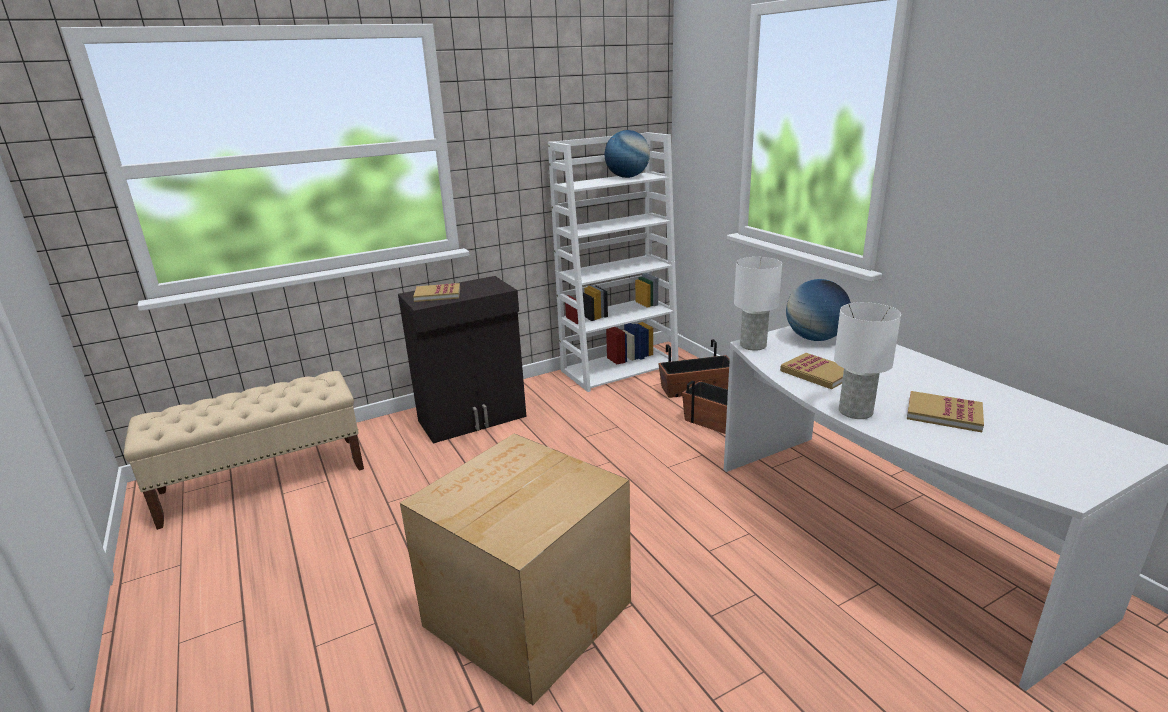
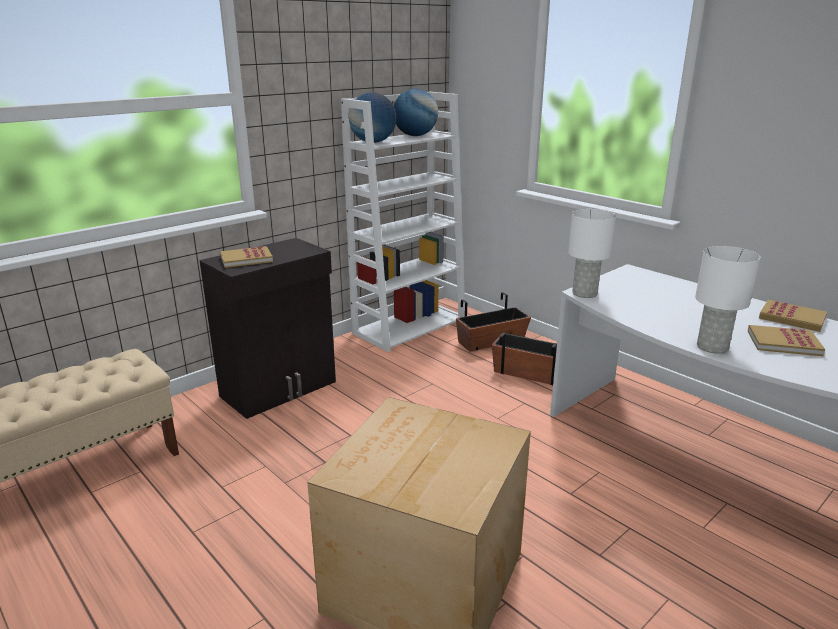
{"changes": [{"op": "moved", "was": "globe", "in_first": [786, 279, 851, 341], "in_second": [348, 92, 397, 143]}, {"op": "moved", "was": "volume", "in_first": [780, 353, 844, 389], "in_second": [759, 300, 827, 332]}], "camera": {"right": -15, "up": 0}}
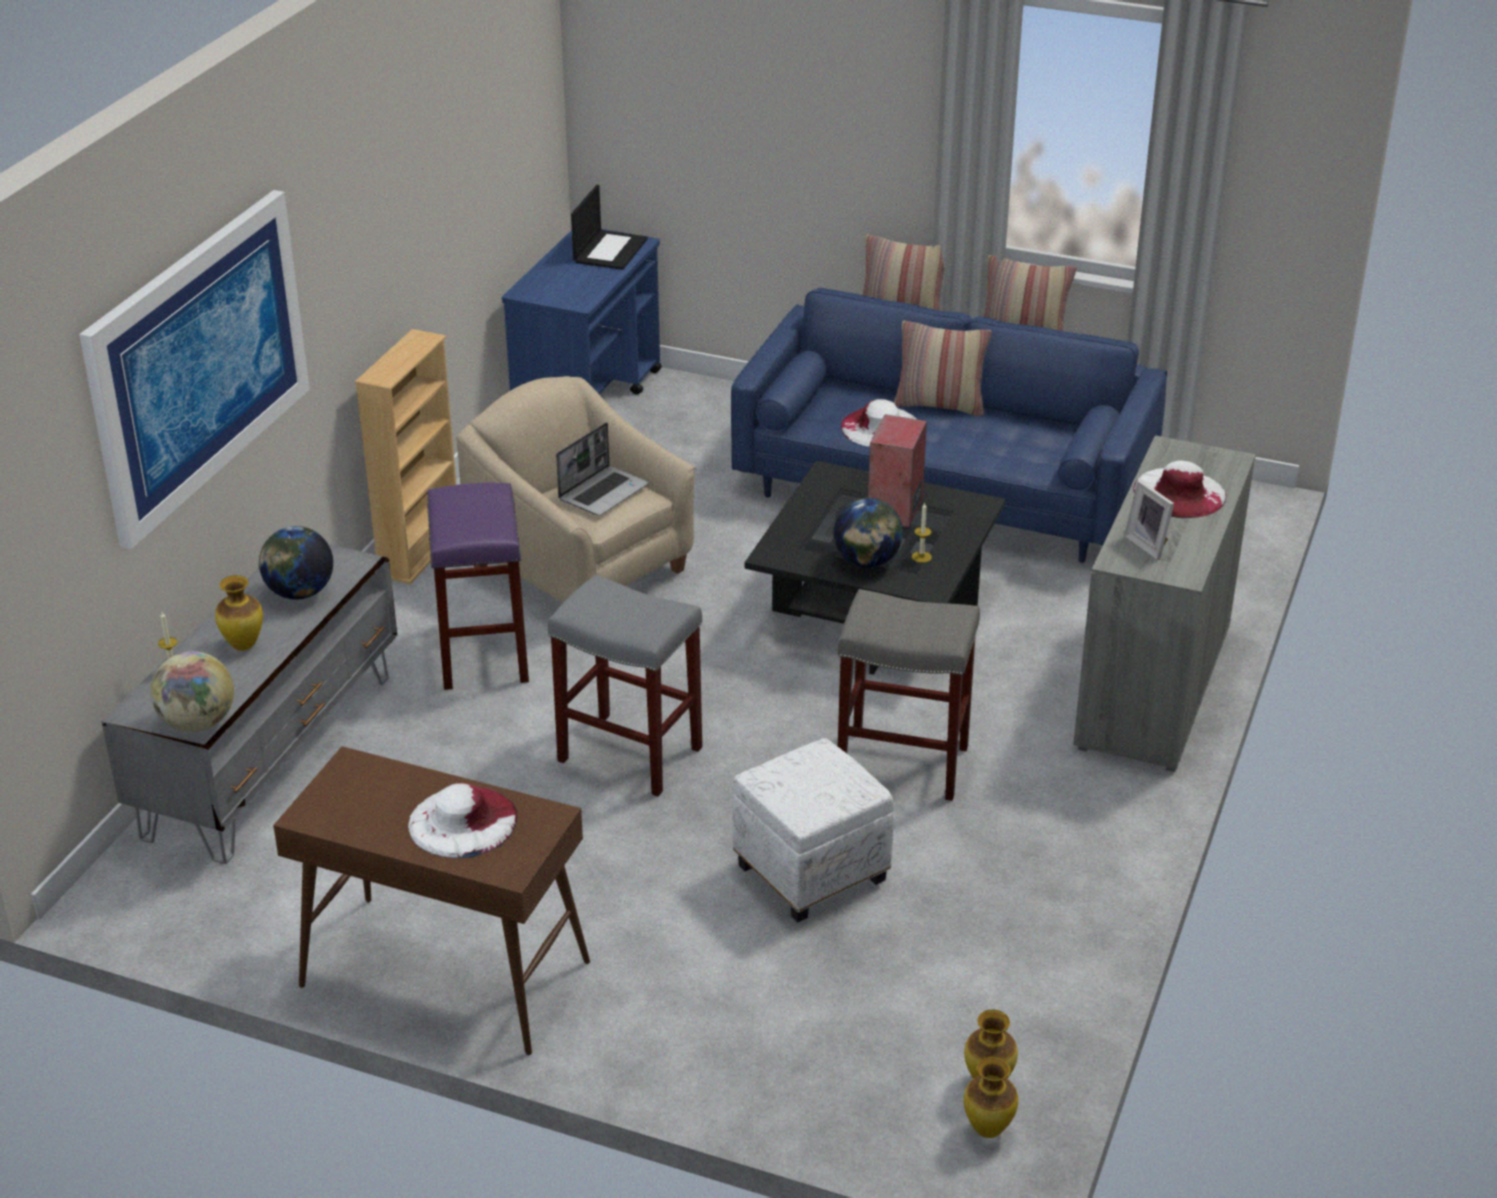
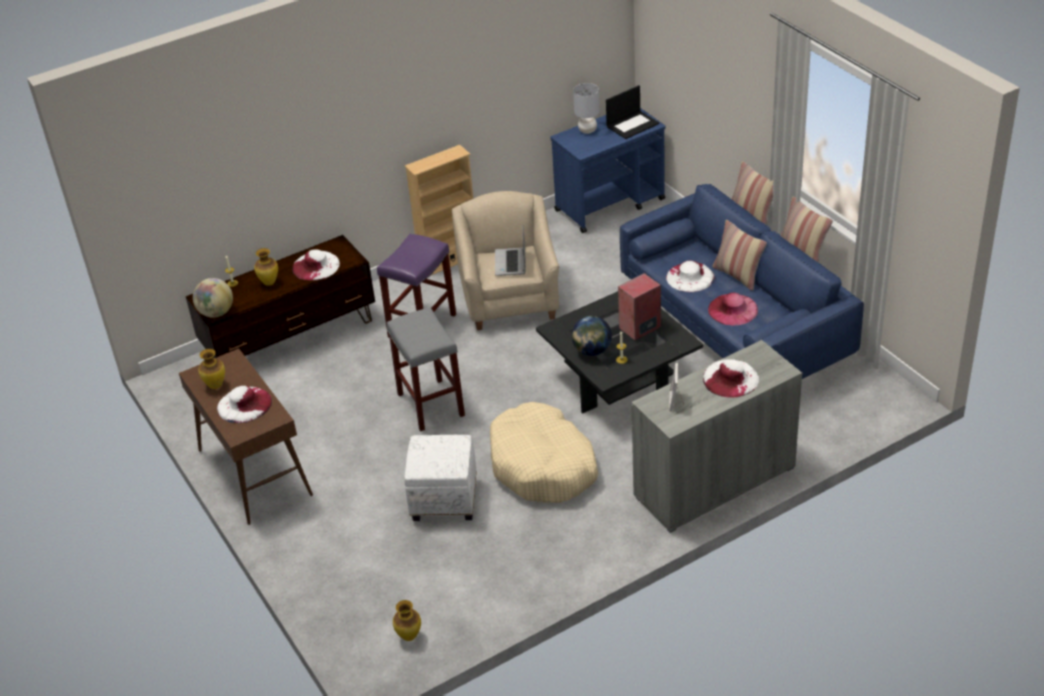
{"changes": [{"op": "removed", "was": "wall art", "in_first": [79, 190, 310, 549]}, {"op": "turned", "was": "portable computer", "in_first": [556, 422, 649, 516], "in_second": [495, 227, 526, 276], "clockwise": 105}, {"op": "replaced", "was": "globe", "now": "hat (whitish)", "in_first": [259, 526, 333, 599], "in_second": [292, 249, 340, 280]}, {"op": "recoloured", "was": "tv stand (gray)", "now": "tv stand (brown-coloured)", "in_first": [101, 544, 397, 864], "in_second": [186, 235, 375, 358]}, {"op": "replaced", "was": "stool seat (gray)", "now": "dog cushion (beige)", "in_first": [838, 589, 980, 801], "in_second": [490, 402, 598, 503]}, {"op": "moved", "was": "vase", "in_first": [964, 1056, 1018, 1138], "in_second": [198, 349, 225, 389]}, {"op": "added", "now": "tabletop lamp (gray)", "in_second": [573, 83, 600, 134]}, {"op": "added", "now": "hat (pinkish)", "in_second": [708, 293, 758, 326]}], "camera": {"right": 40, "up": 5}}
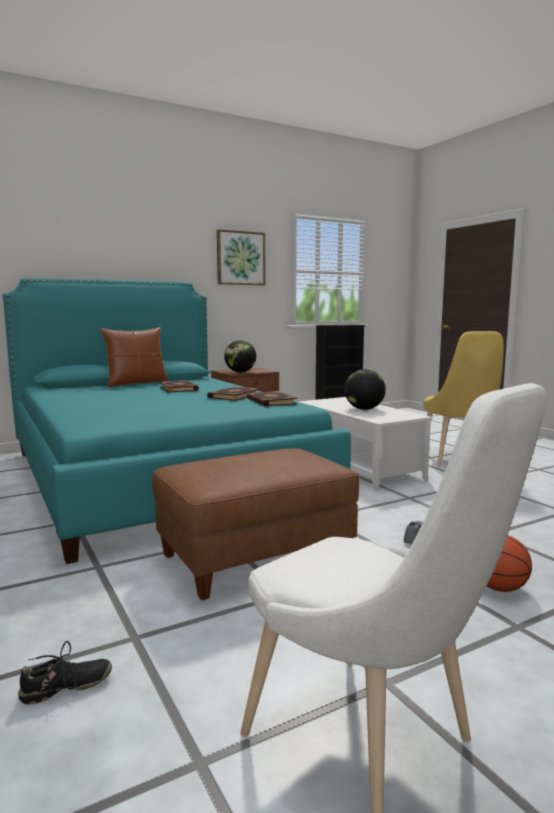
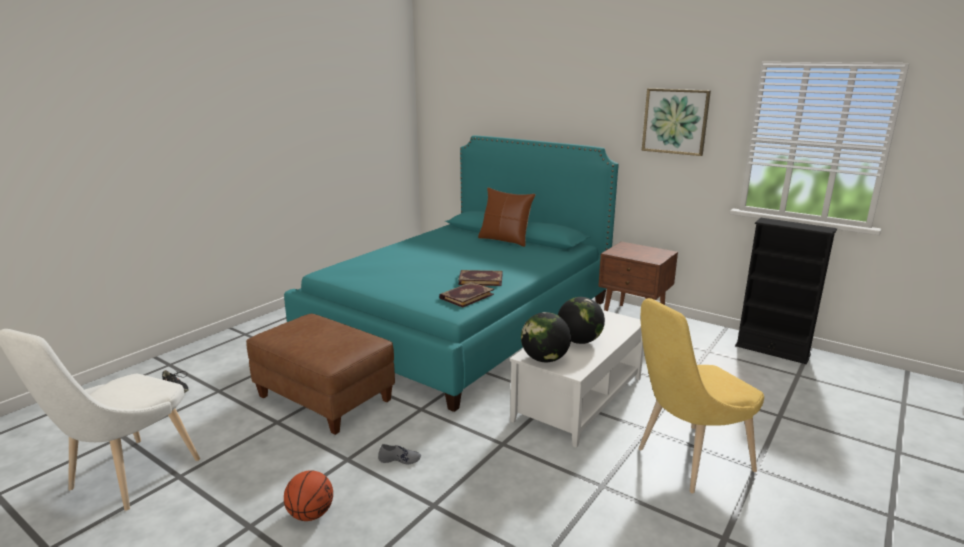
{"changes": [{"op": "moved", "was": "globe", "in_first": [224, 340, 256, 372], "in_second": [521, 312, 571, 362]}, {"op": "removed", "was": "volume", "in_first": [160, 380, 199, 393]}], "camera": {"right": 65, "up": 10}}
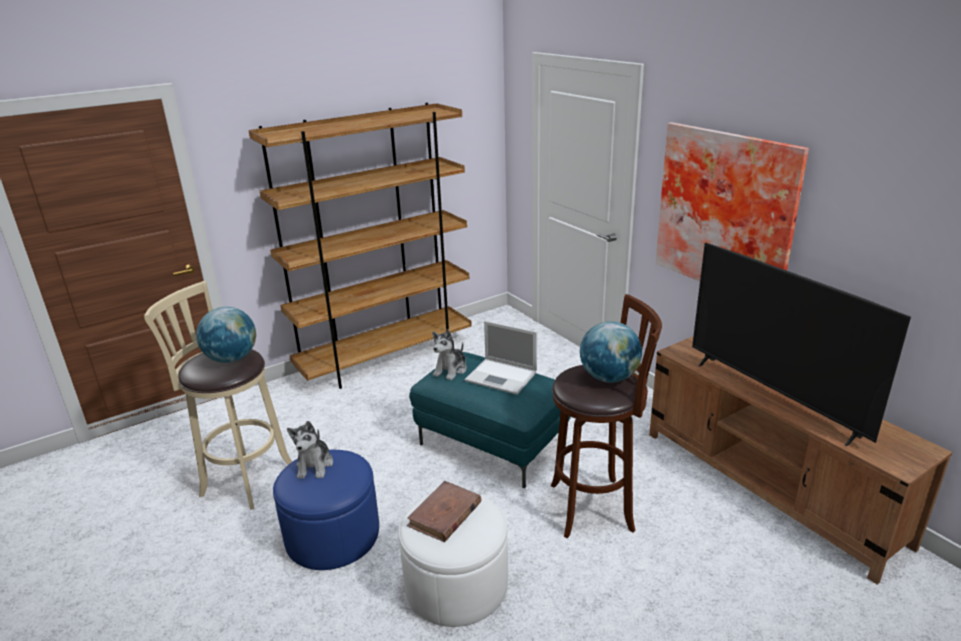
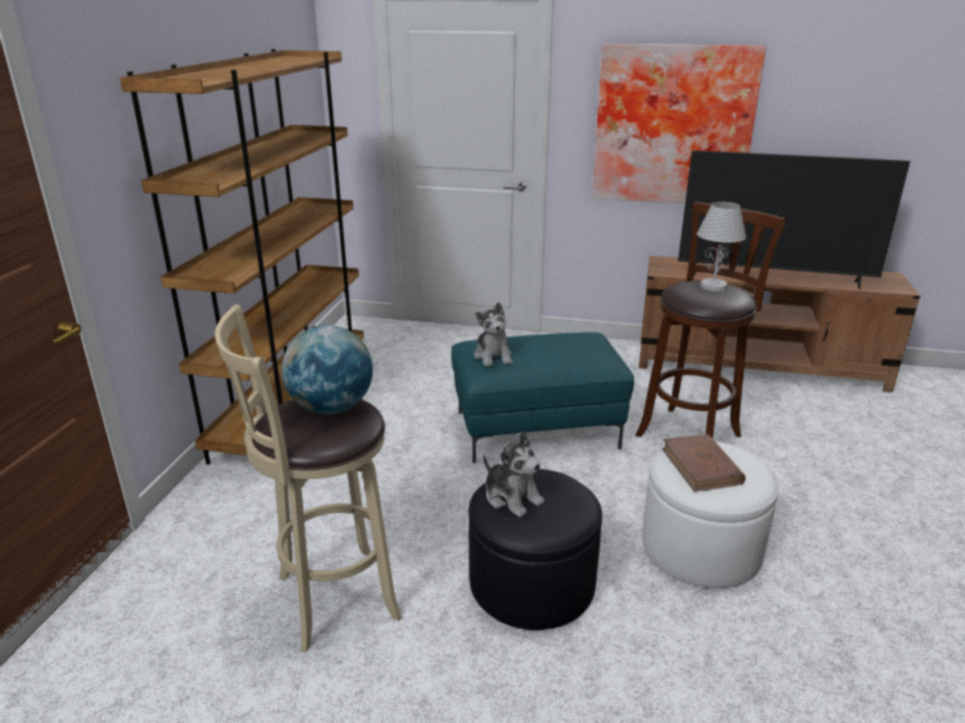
{"changes": [{"op": "removed", "was": "portable computer", "in_first": [464, 321, 537, 395]}, {"op": "replaced", "was": "globe", "now": "tabletop lamp (whitish)", "in_first": [580, 321, 642, 383], "in_second": [697, 202, 746, 291]}, {"op": "recoloured", "was": "ottoman (blue-coloured)", "now": "ottoman (black-coloured)", "in_first": [273, 450, 379, 570], "in_second": [468, 469, 602, 630]}], "camera": {"right": -45, "up": 0}}
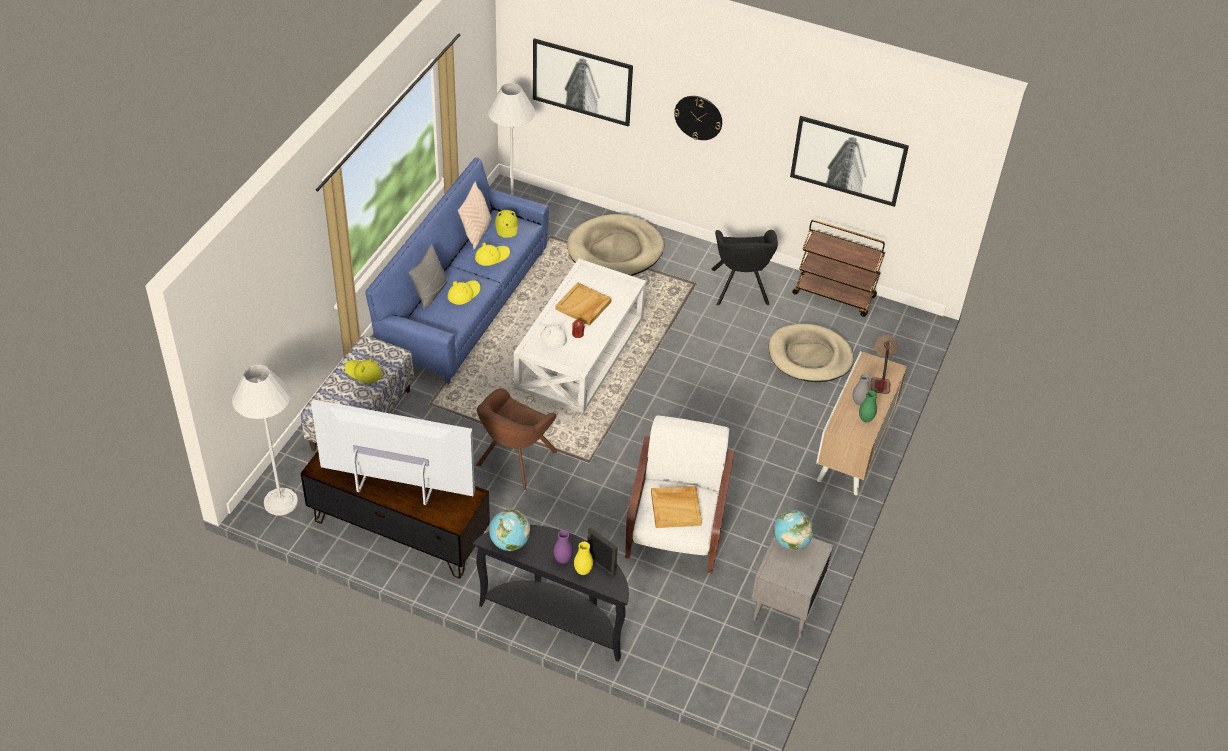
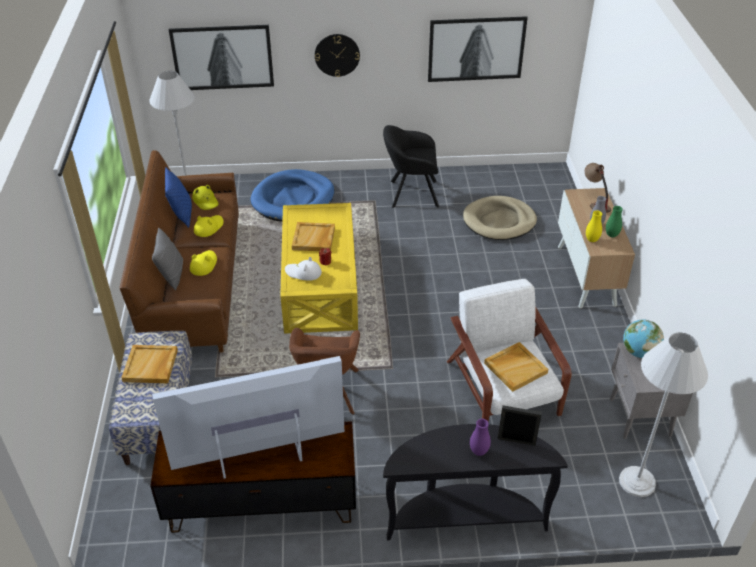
{"changes": [{"op": "recoloured", "was": "sofa (blue-coloured)", "now": "sofa (brown-coloured)", "in_first": [365, 157, 549, 384], "in_second": [120, 150, 239, 352]}, {"op": "recoloured", "was": "pillow (beige)", "now": "pillow (blue-coloured)", "in_first": [458, 181, 491, 249], "in_second": [165, 167, 192, 228]}, {"op": "recoloured", "was": "dog cushion (beige)", "now": "dog cushion (blue-coloured)", "in_first": [567, 214, 664, 276], "in_second": [251, 169, 334, 222]}, {"op": "removed", "was": "cart (brown-coloured)", "in_first": [792, 220, 885, 317]}, {"op": "turned", "was": "armchair (black-coloured)", "in_first": [711, 230, 778, 306], "in_second": [383, 125, 439, 208], "clockwise": 120}, {"op": "recoloured", "was": "lounge table (whitish)", "now": "lounge table (yellow-coloured)", "in_first": [514, 259, 646, 413], "in_second": [280, 203, 358, 334]}, {"op": "replaced", "was": "hat (yellow-coloured)", "now": "serving tray (beige)", "in_first": [345, 358, 382, 383], "in_second": [121, 345, 178, 383]}, {"op": "moved", "was": "standing lamp (whitish)", "in_first": [232, 365, 298, 516], "in_second": [619, 332, 708, 497]}, {"op": "removed", "was": "globe", "in_first": [489, 509, 531, 551]}, {"op": "moved", "was": "vase (yellow-coloured)", "in_first": [574, 542, 593, 575], "in_second": [586, 210, 602, 242]}], "camera": {"right": -25, "up": -5}}
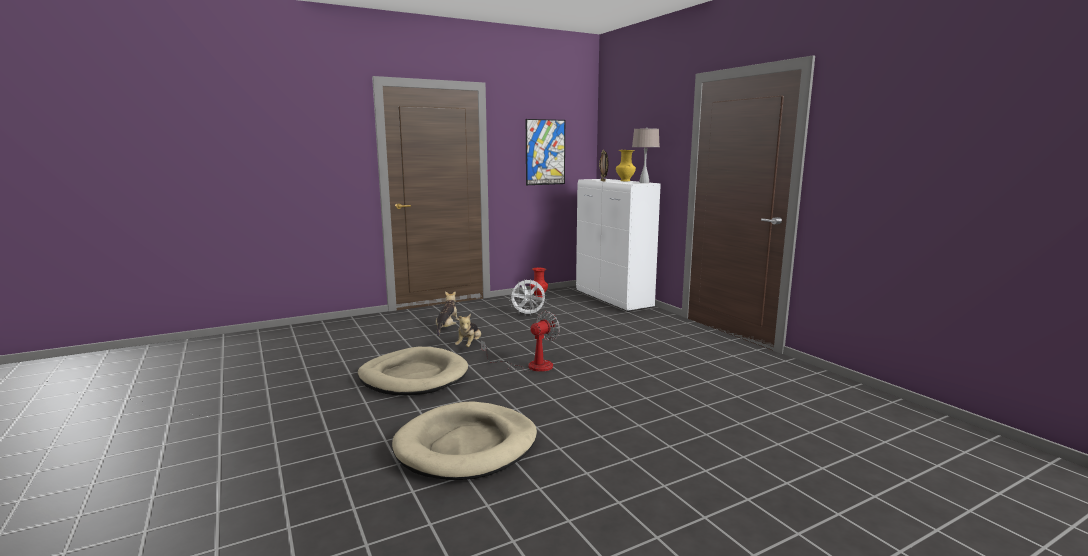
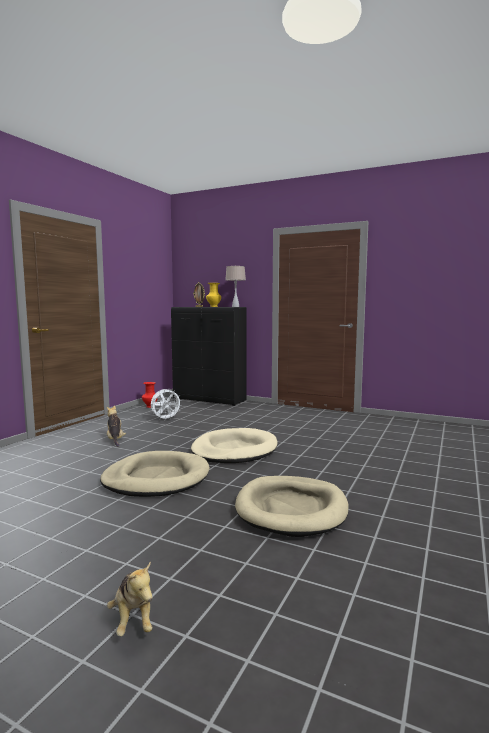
{"changes": [{"op": "removed", "was": "wall art", "in_first": [526, 119, 565, 185]}, {"op": "recoloured", "was": "cabinet (whitish)", "now": "cabinet (black-coloured)", "in_first": [576, 179, 661, 312], "in_second": [171, 307, 247, 406]}, {"op": "replaced", "was": "electric fan", "now": "dog cushion (beige)", "in_first": [481, 311, 560, 372], "in_second": [191, 428, 278, 463]}, {"op": "moved", "was": "cuddly toy", "in_first": [455, 314, 481, 347], "in_second": [107, 561, 152, 636]}], "camera": {"right": -35, "up": -5}}
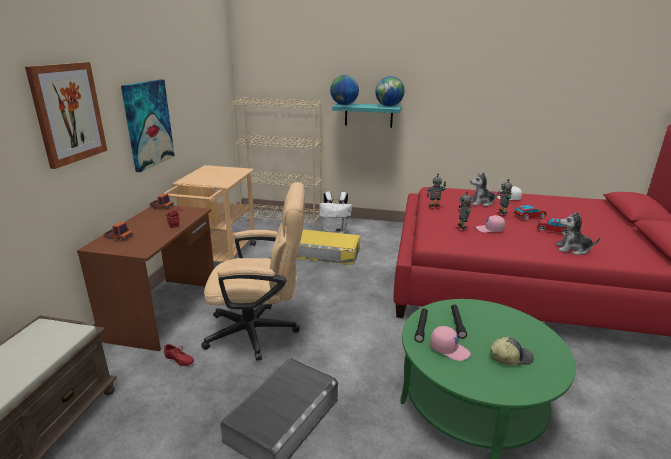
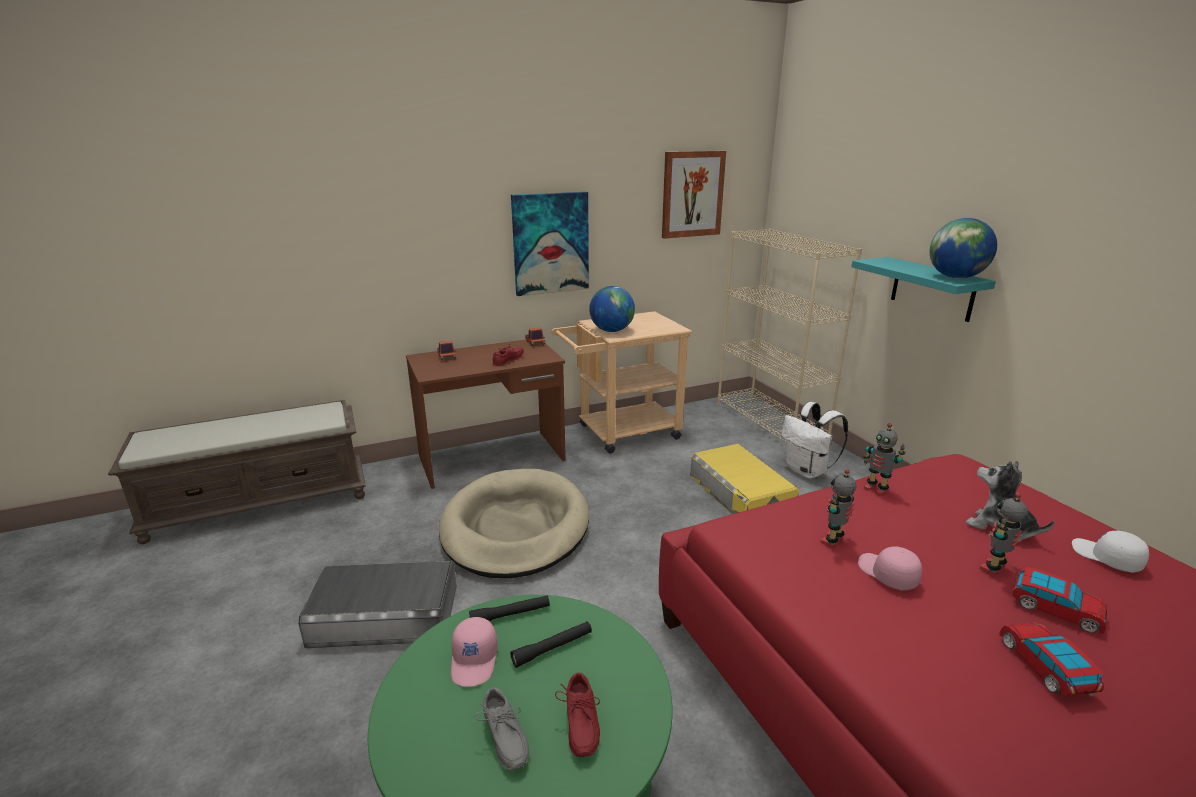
{"changes": [{"op": "moved", "was": "wall art", "in_first": [25, 62, 107, 169], "in_second": [662, 151, 726, 239]}, {"op": "moved", "was": "globe", "in_first": [330, 75, 359, 105], "in_second": [589, 286, 635, 332]}, {"op": "replaced", "was": "desk chair (beige)", "now": "dog cushion (beige)", "in_first": [201, 182, 305, 360], "in_second": [439, 469, 589, 578]}, {"op": "removed", "was": "cuddly toy", "in_first": [556, 212, 600, 255]}, {"op": "replaced", "was": "peaked cap", "now": "item of footwear (gray)", "in_first": [490, 337, 534, 365], "in_second": [475, 688, 529, 771]}, {"op": "moved", "was": "item of footwear (red-coloured)", "in_first": [164, 344, 194, 366], "in_second": [555, 673, 600, 757]}], "camera": {"right": 55, "up": 0}}
